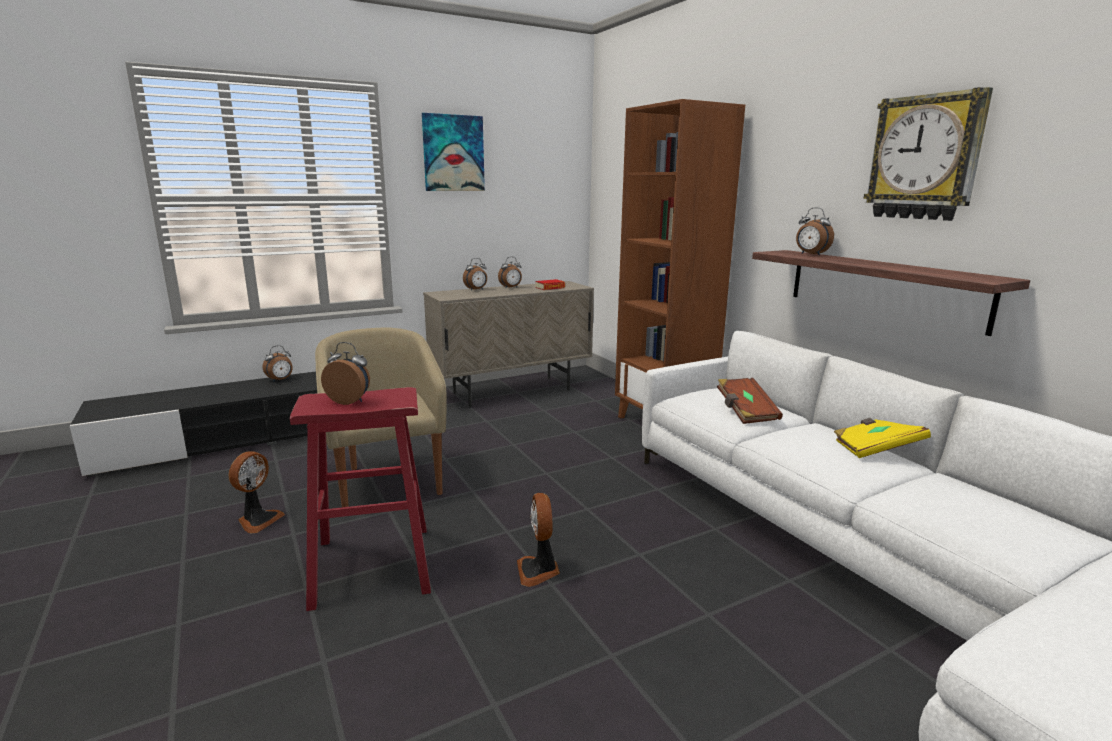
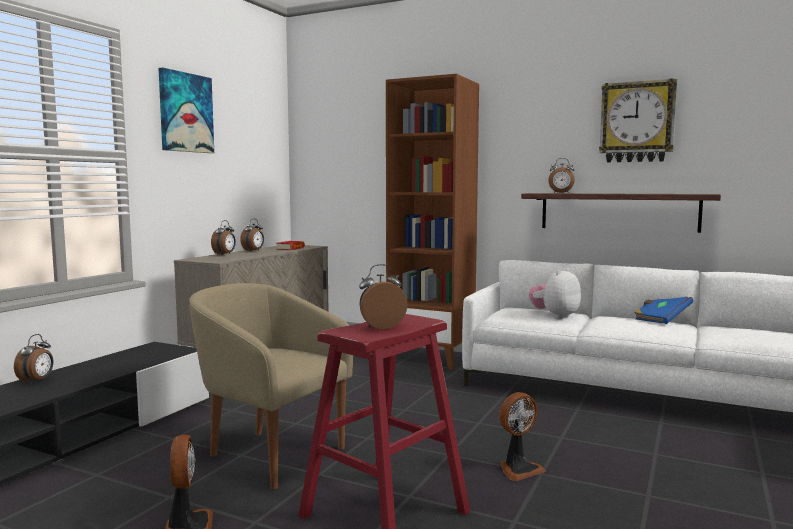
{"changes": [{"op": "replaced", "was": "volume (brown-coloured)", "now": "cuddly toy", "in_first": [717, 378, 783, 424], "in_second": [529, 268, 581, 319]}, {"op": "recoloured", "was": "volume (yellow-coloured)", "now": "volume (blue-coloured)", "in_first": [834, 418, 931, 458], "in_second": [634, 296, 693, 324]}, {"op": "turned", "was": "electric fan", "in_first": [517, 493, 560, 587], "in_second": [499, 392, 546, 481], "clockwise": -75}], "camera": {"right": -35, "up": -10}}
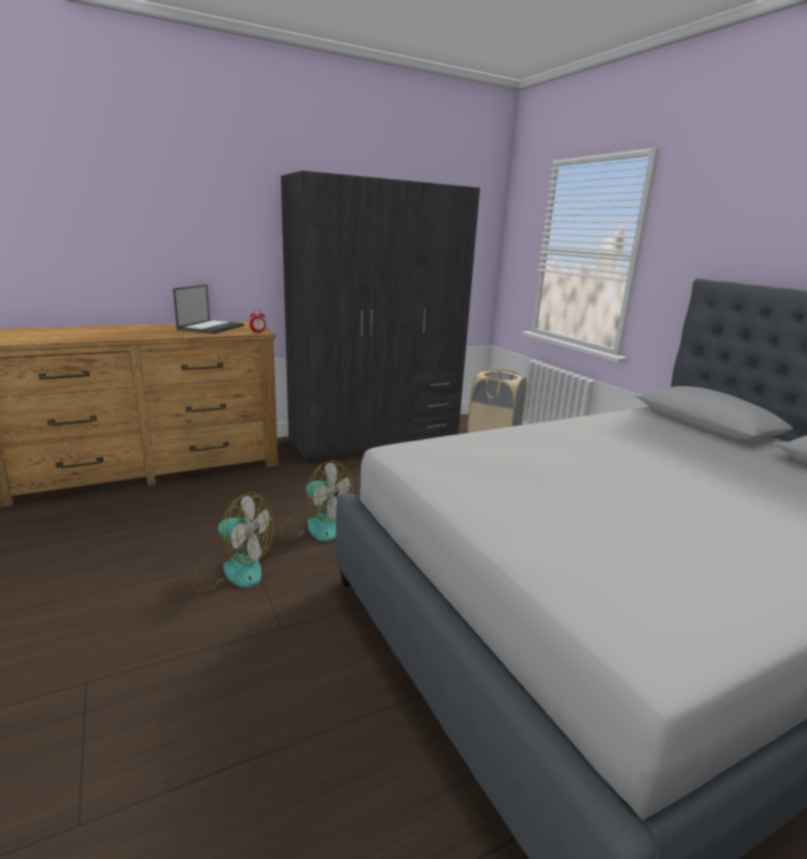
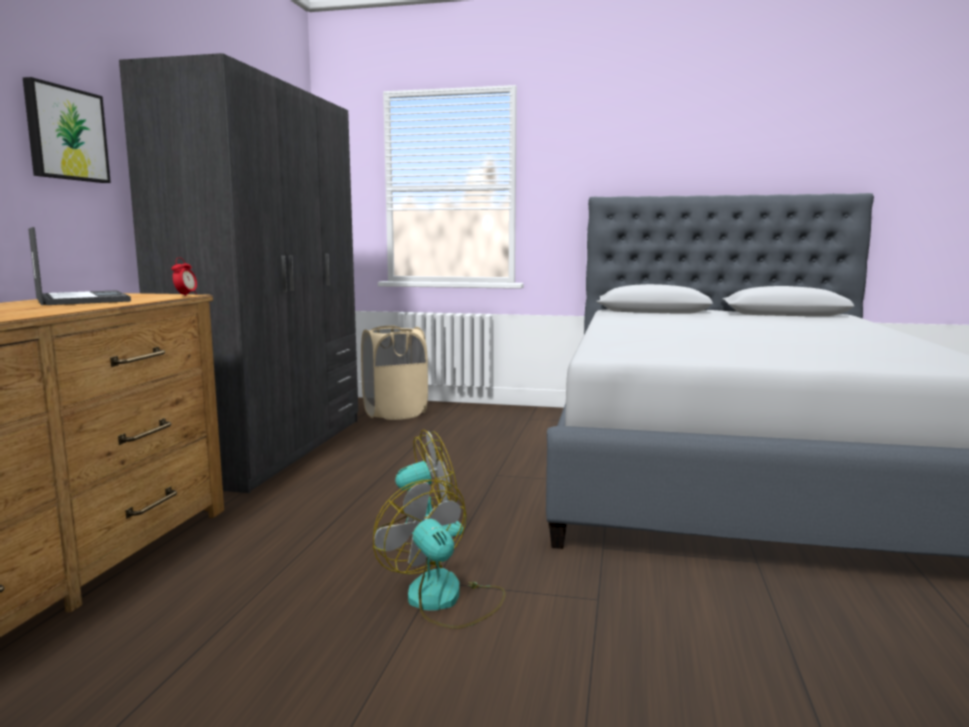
{"changes": [{"op": "turned", "was": "electric fan", "in_first": [192, 492, 274, 592], "in_second": [373, 480, 506, 629], "clockwise": -90}, {"op": "added", "now": "wall art", "in_second": [23, 77, 111, 183]}], "camera": {"right": -50, "up": -10}}
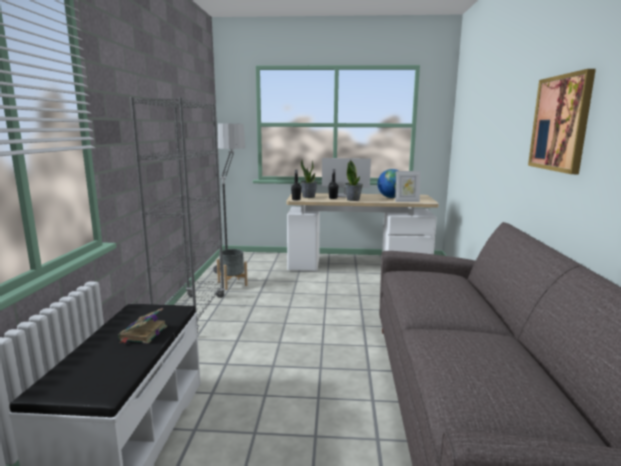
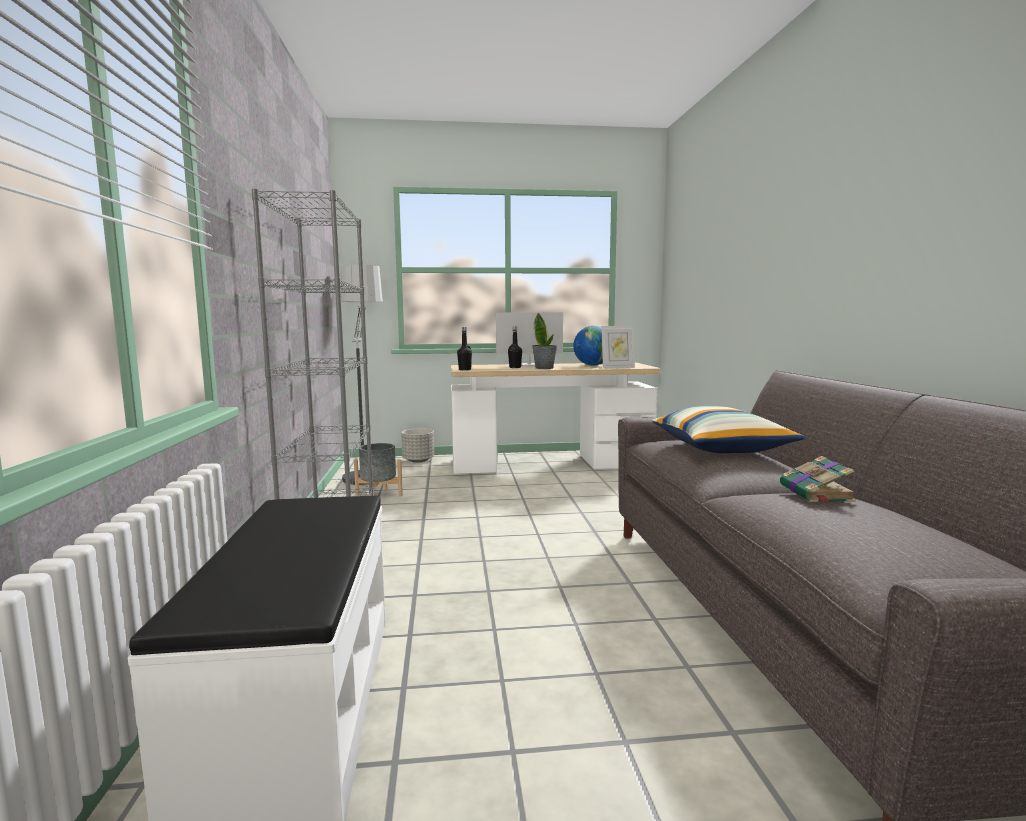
{"changes": [{"op": "removed", "was": "wall art", "in_first": [528, 69, 596, 174]}, {"op": "removed", "was": "houseplant", "in_first": [300, 159, 317, 198]}, {"op": "moved", "was": "volume", "in_first": [118, 308, 167, 344], "in_second": [780, 456, 856, 502]}, {"op": "added", "now": "pillow", "in_second": [652, 406, 805, 453]}, {"op": "added", "now": "planter (gray)", "in_second": [402, 429, 434, 463]}], "camera": {"right": -10, "up": -5}}
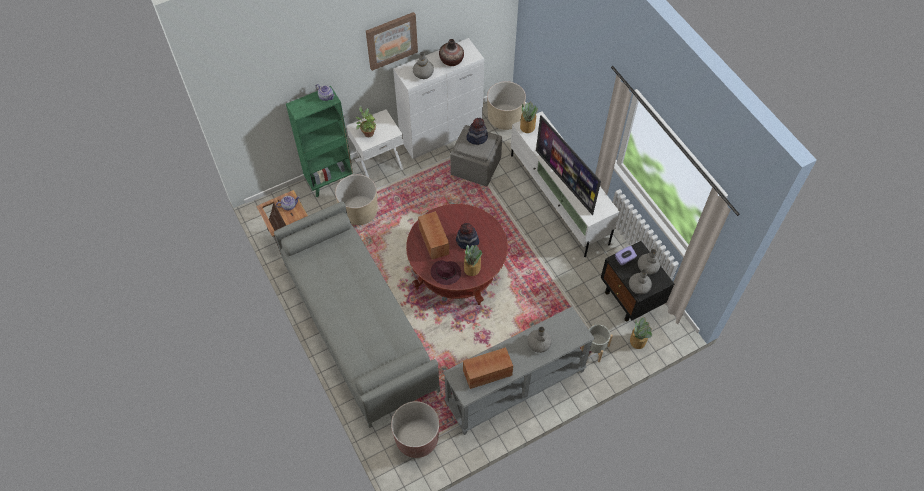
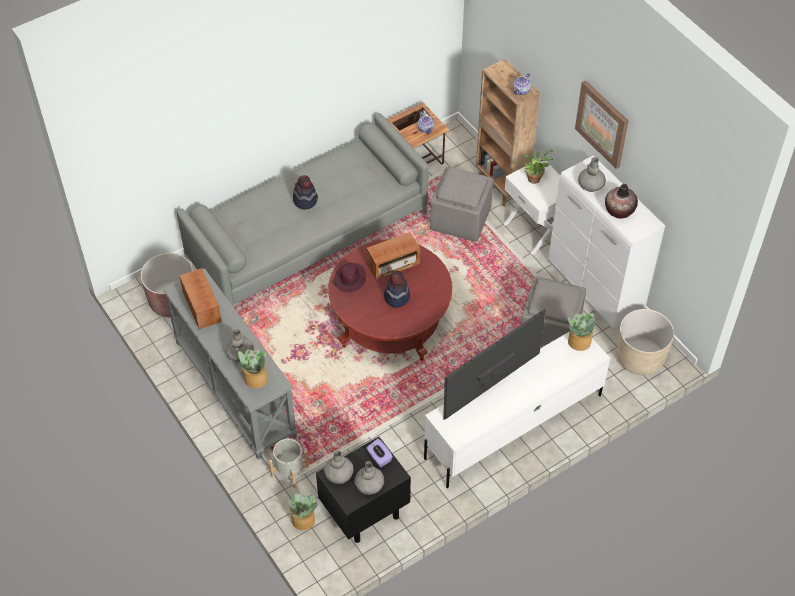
{"changes": [{"op": "recoloured", "was": "shelving unit (greenish)", "now": "shelving unit (brown-coloured)", "in_first": [286, 86, 353, 197], "in_second": [476, 59, 540, 206]}, {"op": "moved", "was": "hat", "in_first": [467, 118, 488, 145], "in_second": [293, 175, 318, 210]}, {"op": "replaced", "was": "planter (beige)", "now": "ottoman (gray)", "in_first": [335, 174, 378, 225], "in_second": [430, 167, 494, 242]}, {"op": "moved", "was": "houseplant", "in_first": [464, 245, 483, 276], "in_second": [237, 349, 267, 388]}], "camera": {"right": 85, "up": -5}}
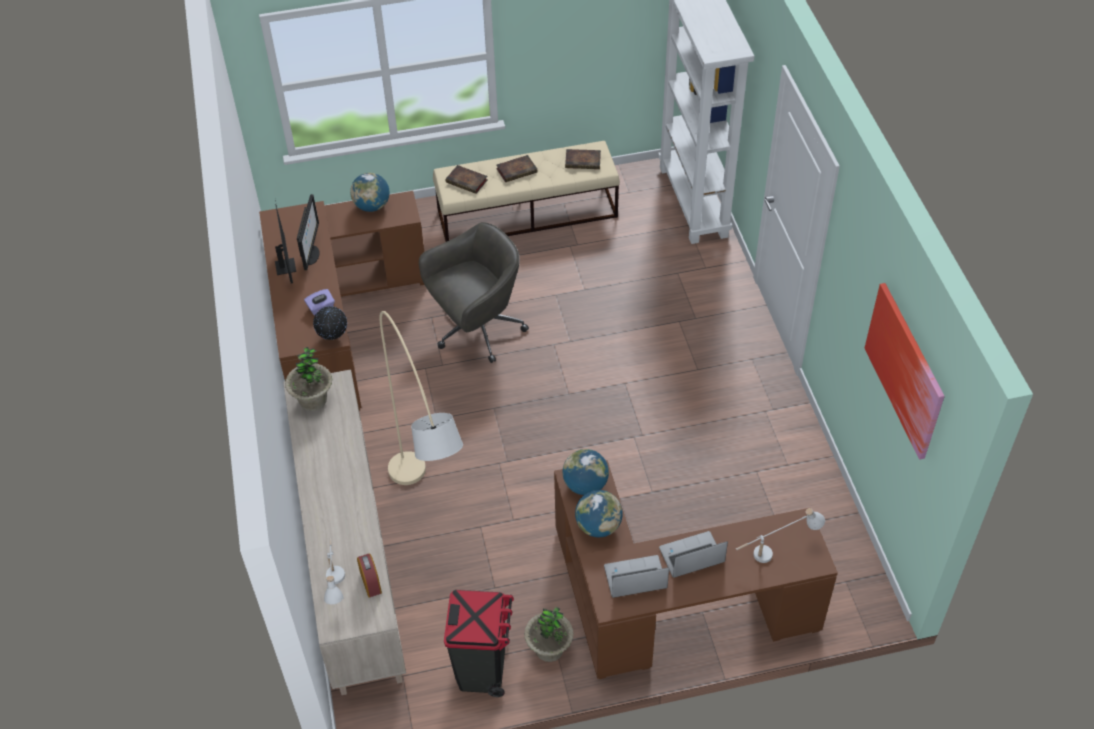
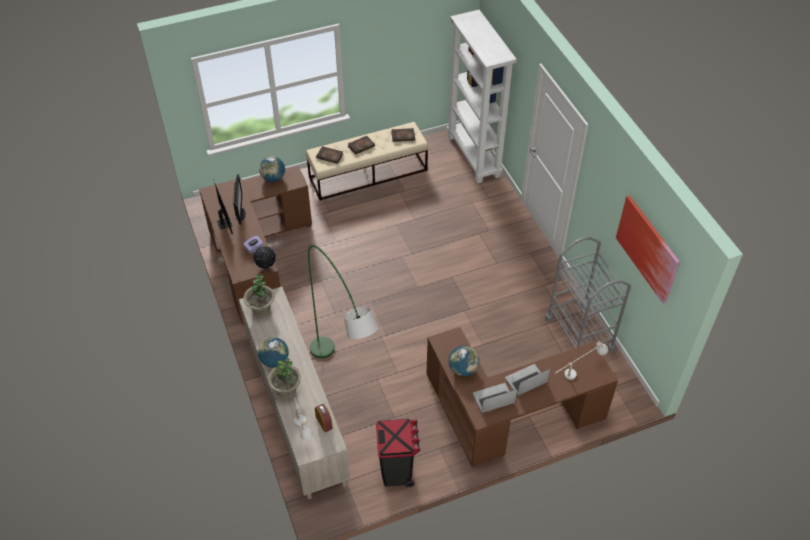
{"changes": [{"op": "removed", "was": "desk chair (gray)", "in_first": [419, 222, 529, 363]}, {"op": "recoloured", "was": "standing lamp (beige)", "now": "standing lamp (greenish)", "in_first": [379, 311, 463, 485], "in_second": [308, 245, 378, 359]}, {"op": "moved", "was": "globe", "in_first": [563, 449, 609, 495], "in_second": [258, 337, 289, 368]}, {"op": "moved", "was": "houseplant", "in_first": [524, 607, 574, 662], "in_second": [268, 358, 301, 398]}, {"op": "added", "now": "cart (gray)", "in_second": [545, 237, 631, 352]}], "camera": {"right": -10, "up": 0}}
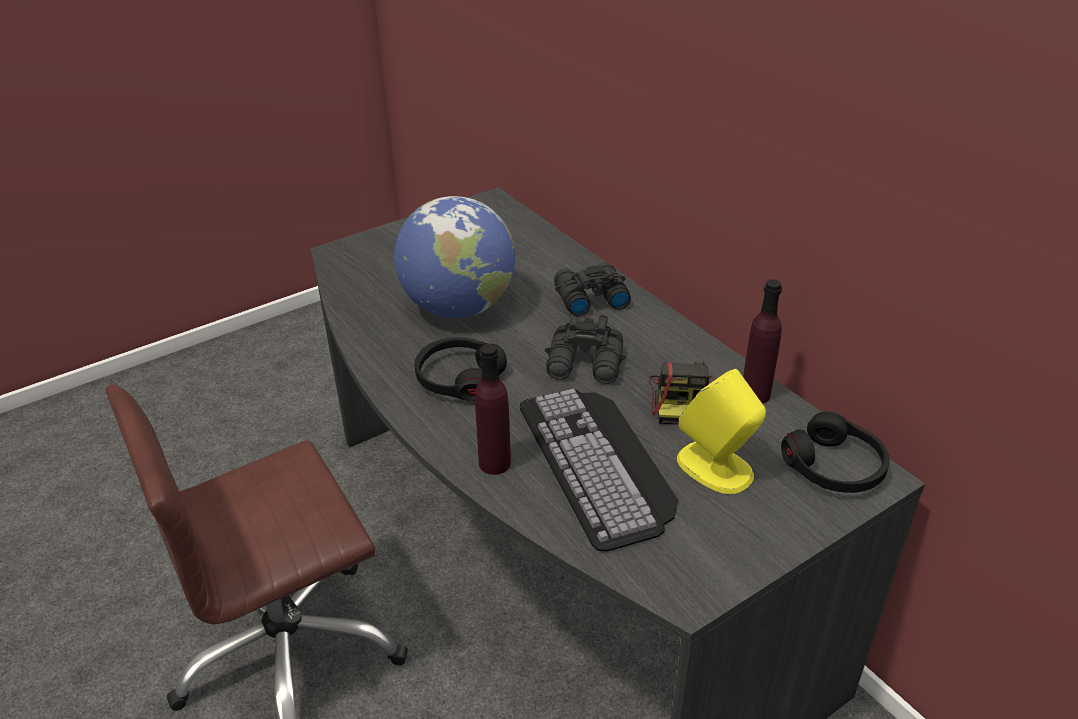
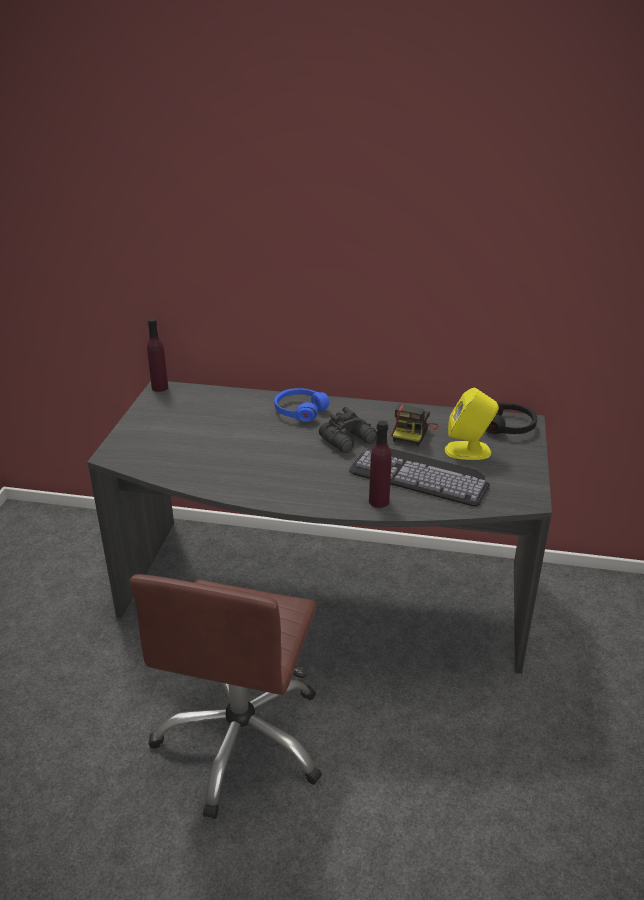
{"changes": [{"op": "removed", "was": "globe", "in_first": [394, 196, 515, 318]}, {"op": "replaced", "was": "pair of binoculars (black-coloured)", "now": "headset (blue-coloured)", "in_first": [554, 263, 631, 316], "in_second": [274, 388, 329, 422]}, {"op": "moved", "was": "drink bottle (purple)", "in_first": [743, 279, 782, 404], "in_second": [147, 318, 168, 392]}, {"op": "removed", "was": "headset (black-coloured)", "in_first": [414, 337, 507, 401]}, {"op": "turned", "was": "photo camera", "in_first": [649, 361, 715, 425], "in_second": [391, 405, 439, 446], "clockwise": 60}], "camera": {"right": -45, "up": -5}}
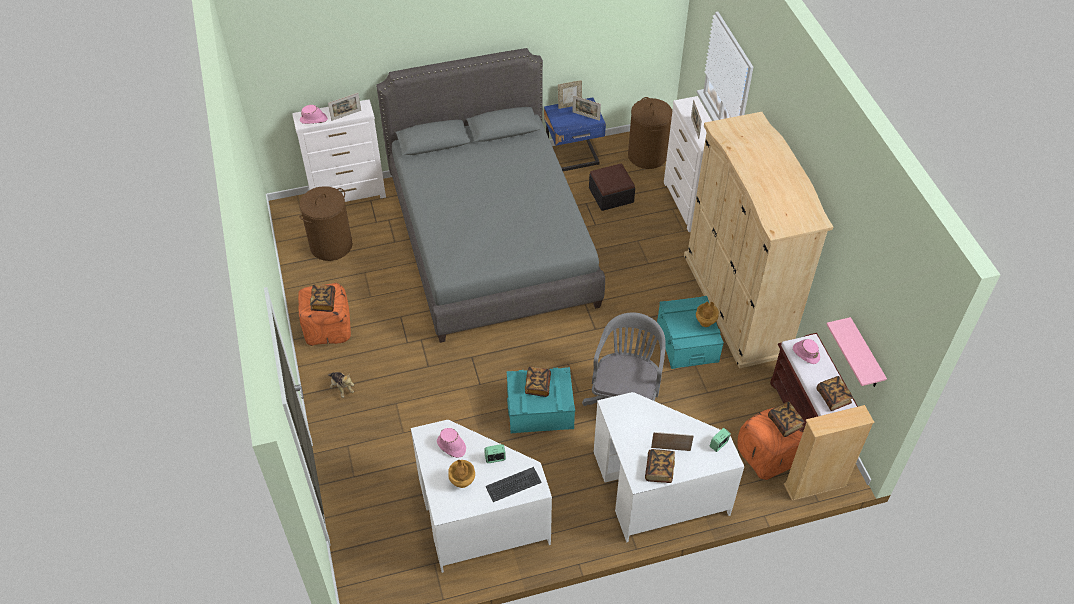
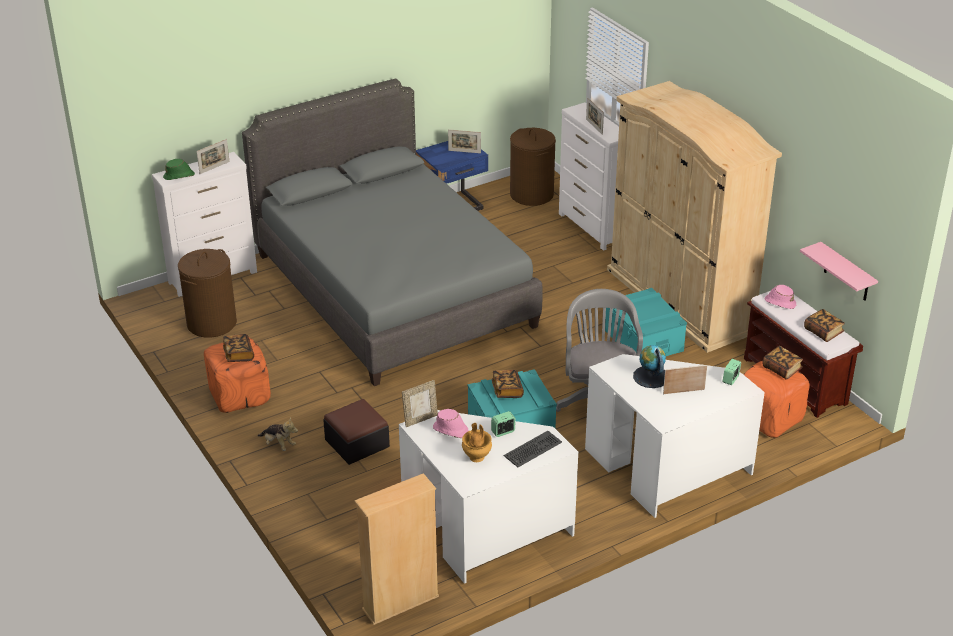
{"changes": [{"op": "moved", "was": "photo frame", "in_first": [558, 80, 582, 109], "in_second": [402, 380, 438, 427]}, {"op": "recoloured", "was": "hat (pinkish)", "now": "hat (greenish)", "in_first": [300, 105, 328, 124], "in_second": [163, 159, 195, 180]}, {"op": "moved", "was": "ottoman", "in_first": [589, 164, 635, 211], "in_second": [323, 399, 390, 465]}, {"op": "removed", "was": "vase (brown-coloured)", "in_first": [696, 301, 719, 327]}, {"op": "moved", "was": "shelving unit (beige)", "in_first": [784, 405, 874, 501], "in_second": [354, 473, 439, 625]}, {"op": "removed", "was": "volume", "in_first": [645, 449, 675, 483]}, {"op": "added", "now": "globe", "in_second": [633, 345, 666, 388]}], "camera": {"right": -15, "up": -15}}
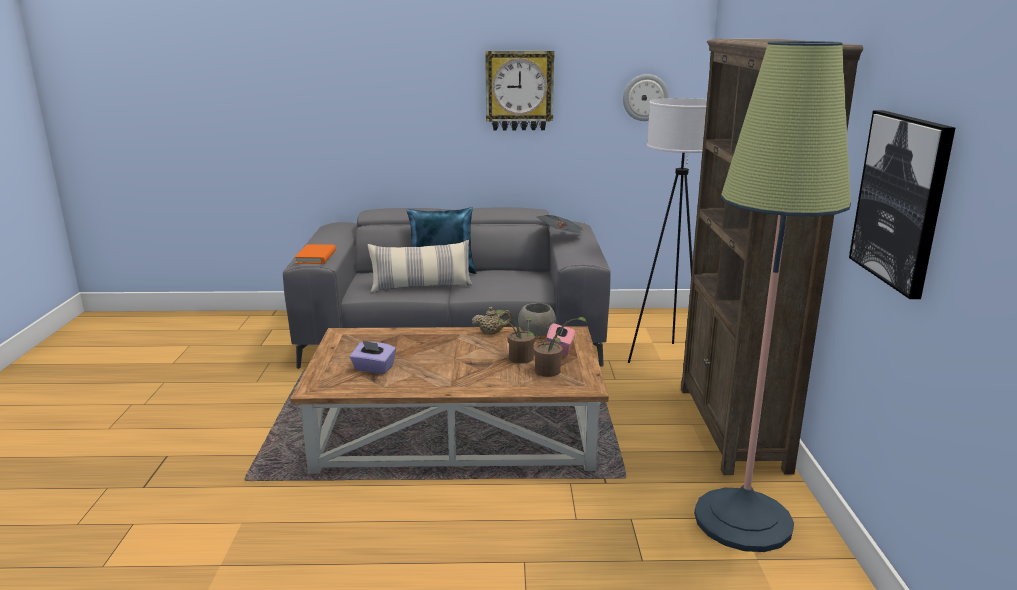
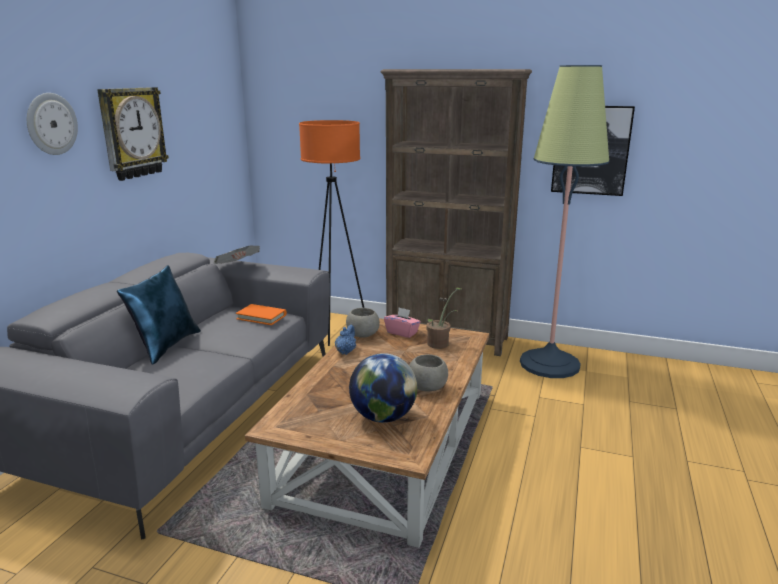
{"changes": [{"op": "moved", "was": "wall clock", "in_first": [623, 74, 669, 121], "in_second": [27, 93, 78, 155]}, {"op": "recoloured", "was": "standing lamp (whitish)", "now": "standing lamp (orange)", "in_first": [628, 98, 707, 363], "in_second": [299, 120, 364, 346]}, {"op": "removed", "was": "pillow", "in_first": [368, 240, 473, 292]}, {"op": "moved", "was": "volume (orange)", "in_first": [294, 244, 336, 264], "in_second": [236, 304, 287, 325]}, {"op": "recoloured", "was": "teapot (beige)", "now": "teapot (blue-coloured)", "in_first": [472, 307, 512, 335], "in_second": [335, 325, 356, 355]}, {"op": "removed", "was": "houseplant", "in_first": [496, 310, 535, 364]}, {"op": "replaced", "was": "tissue box (purple)", "now": "globe", "in_first": [350, 340, 396, 374], "in_second": [349, 353, 417, 423]}, {"op": "added", "now": "deep dish (gray)", "in_second": [409, 354, 448, 392]}], "camera": {"right": -70, "up": 0}}
